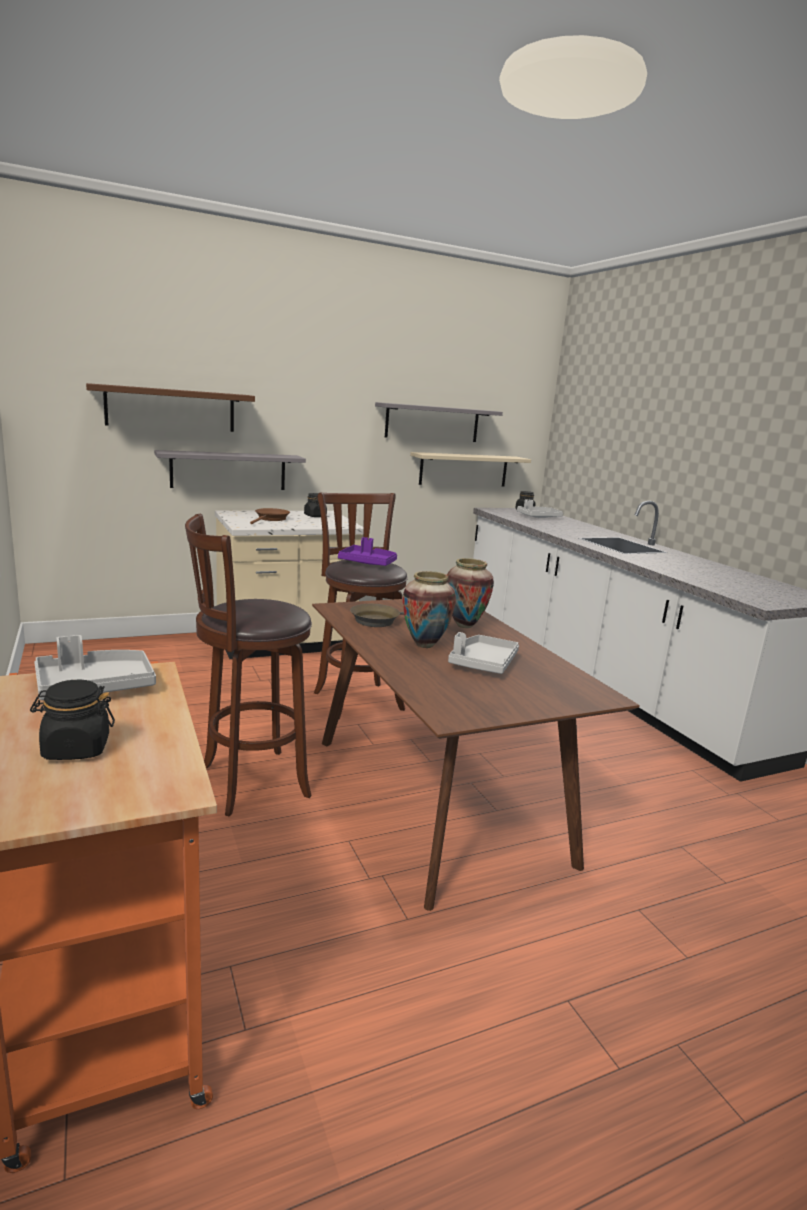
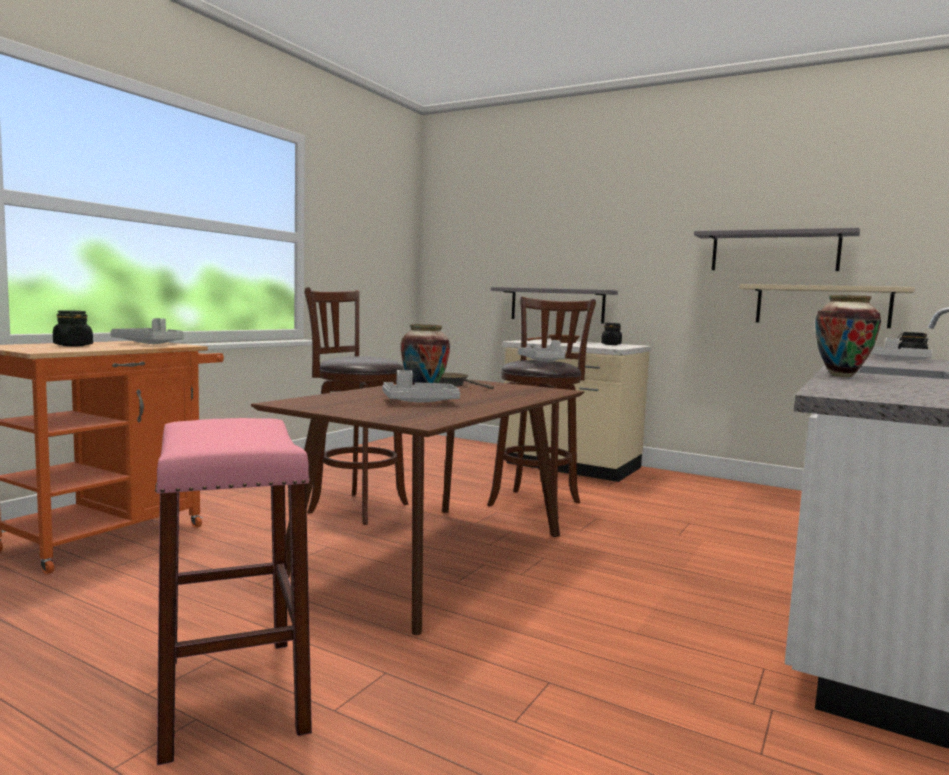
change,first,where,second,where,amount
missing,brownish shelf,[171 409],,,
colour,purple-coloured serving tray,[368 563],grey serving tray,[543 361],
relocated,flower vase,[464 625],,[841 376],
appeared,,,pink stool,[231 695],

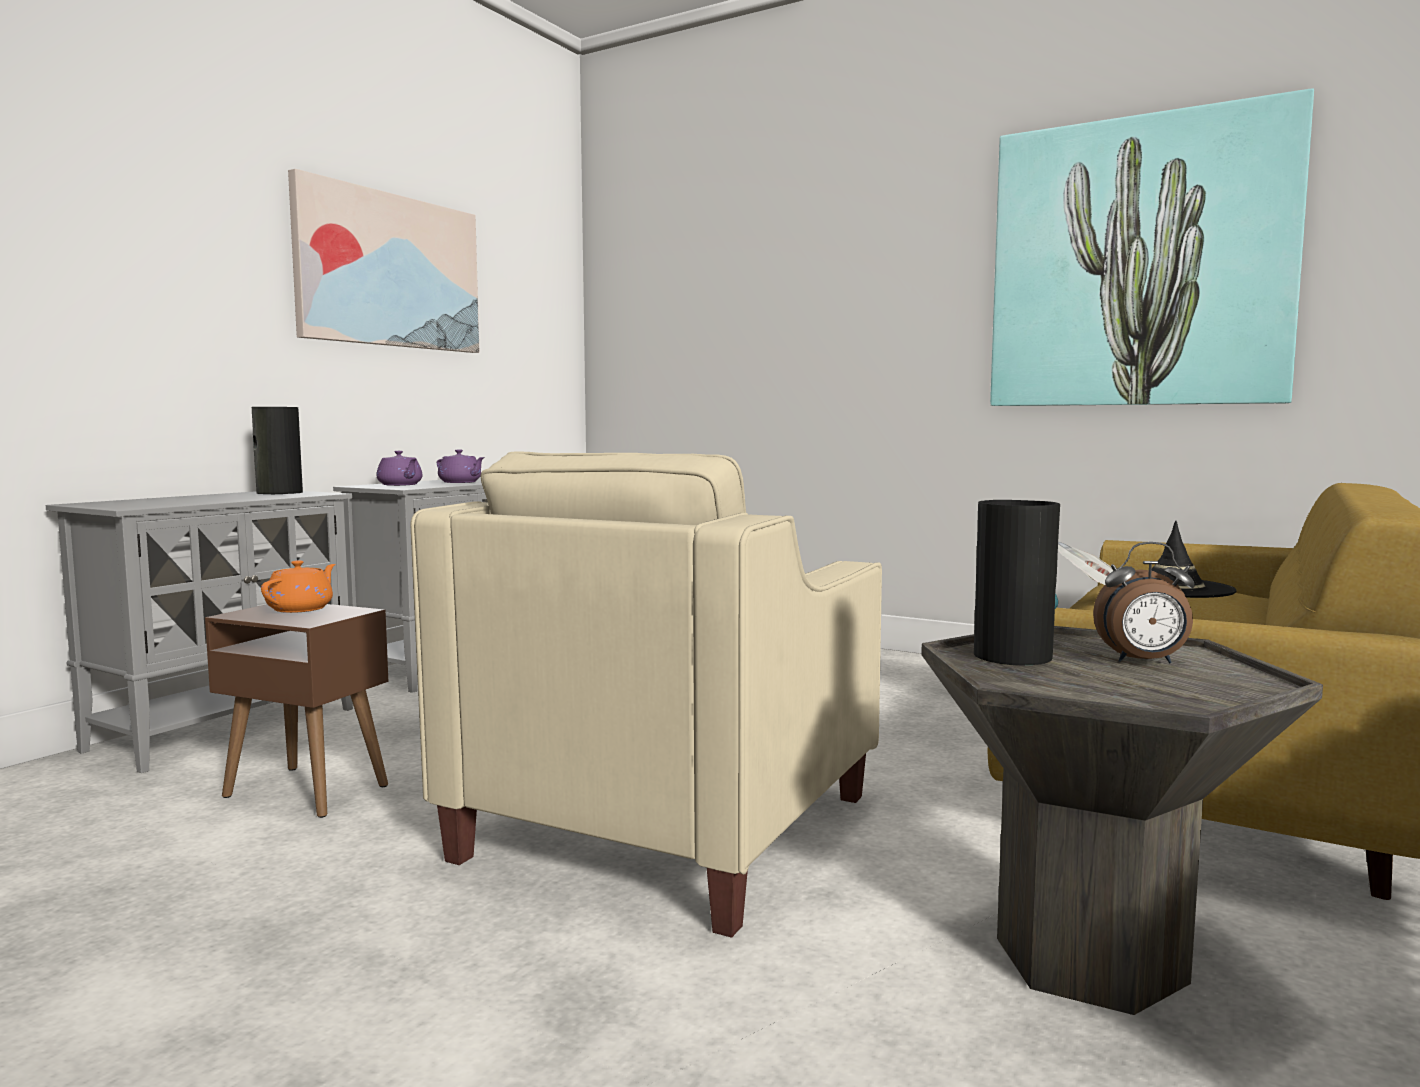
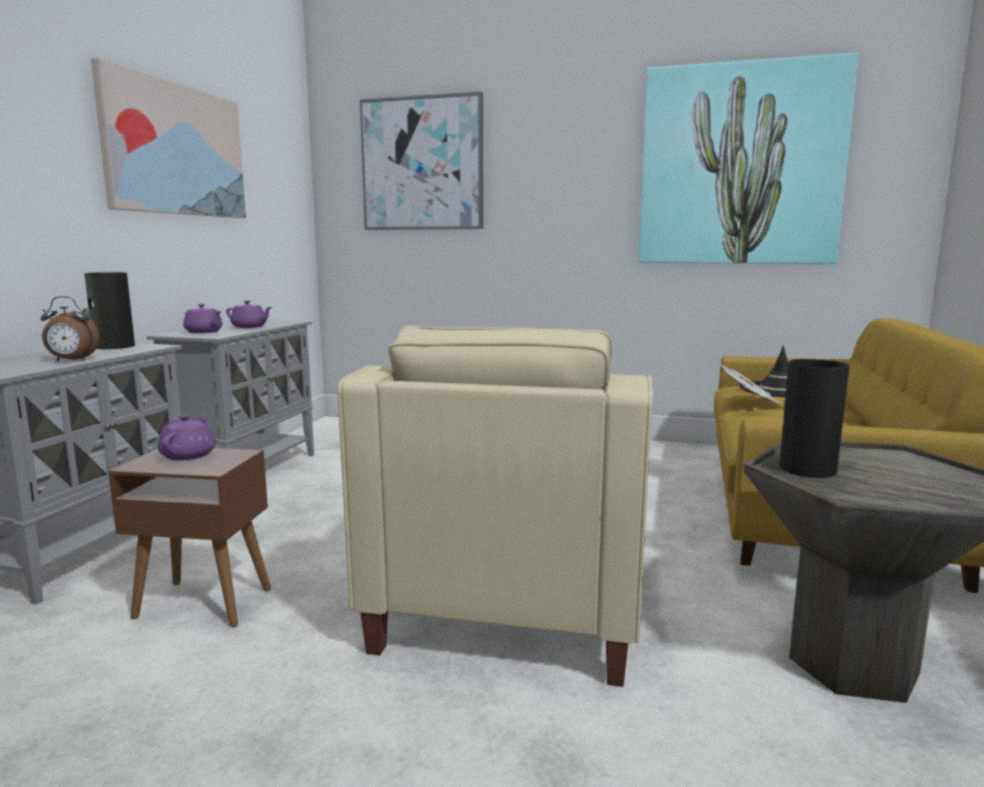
change,first,where,second,where,amount
colour,orange teapot,[301 609],purple-coloured teapot,[189 455],
relocated,bedside clock,[1143 661],,[71 360],
appeared,,,picture,[422 164],

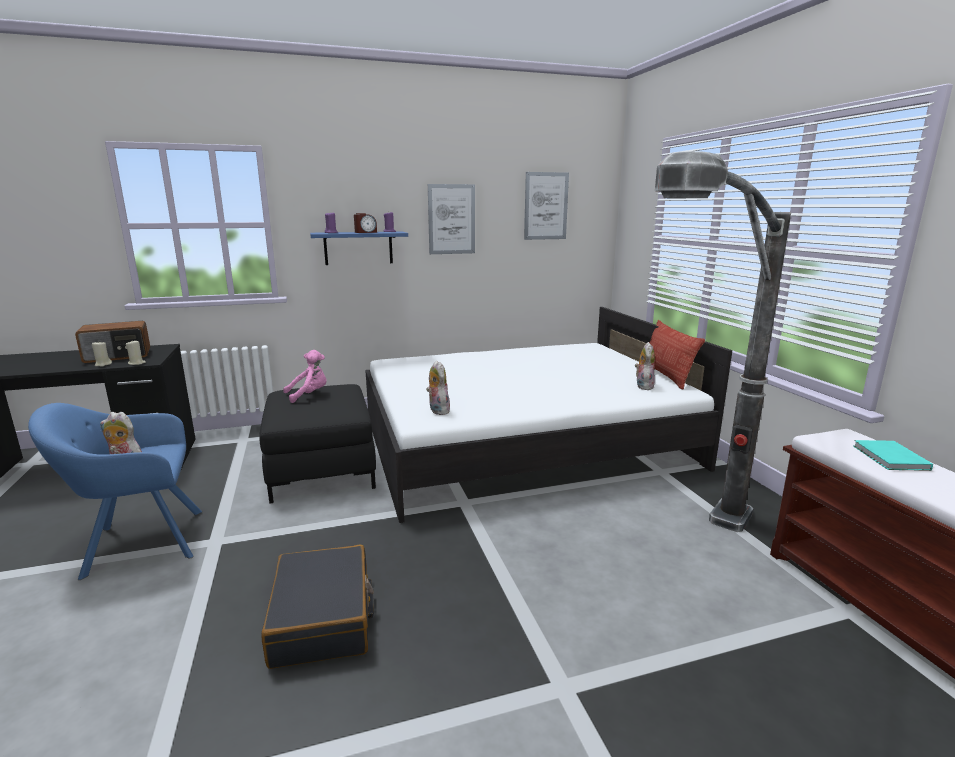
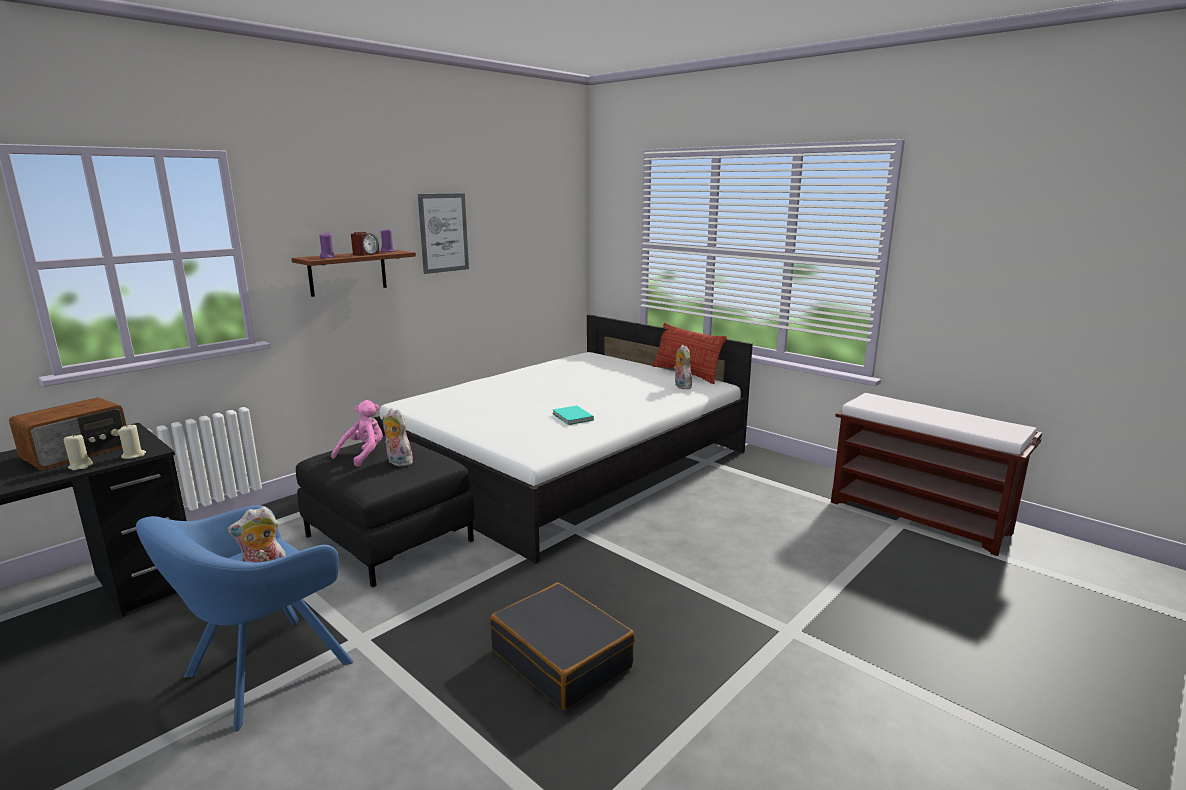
change,first,where,second,where,amount
colour,blue shelf,[358 248],brownish shelf,[348 272],
relocated,cuddly toy,[437 410],,[397 462],
missing,picture,[546 206],,,
missing,standing lamp,[692 575],,,
relocated,turquoise-coloured book,[890 458],,[572 417],

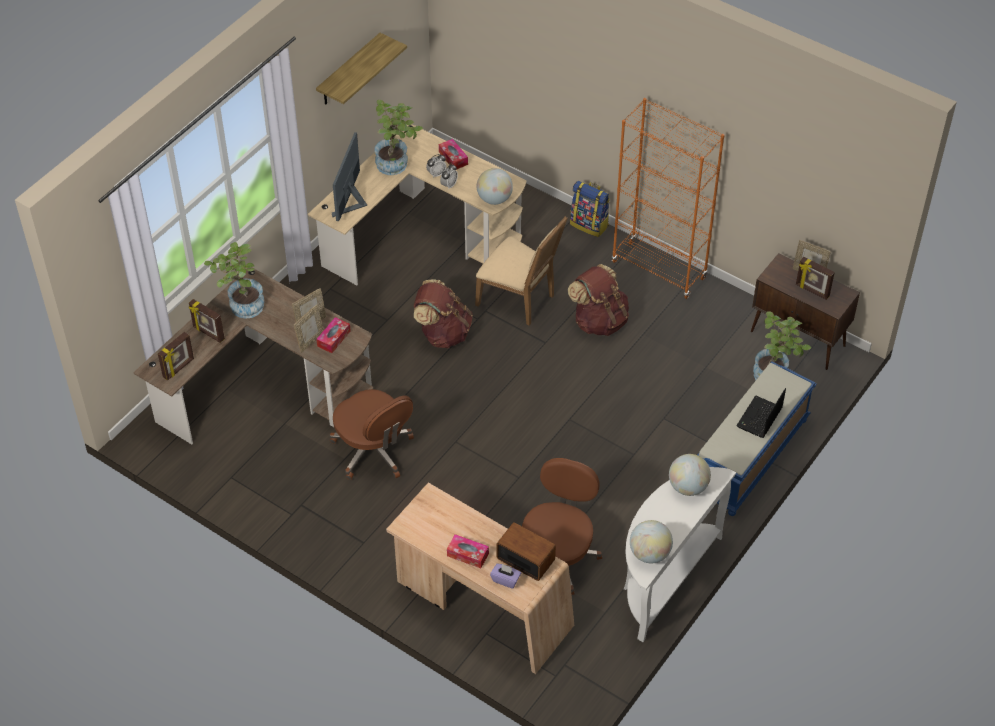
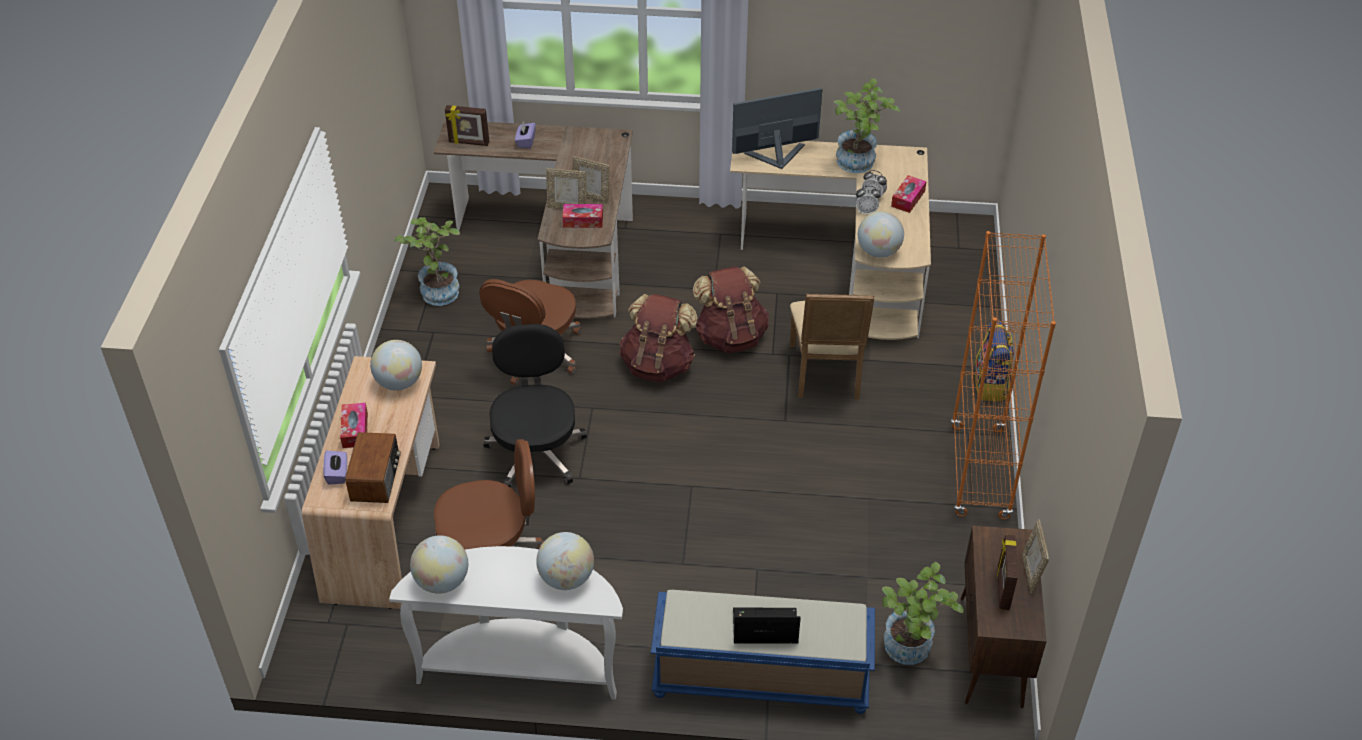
change,first,where,second,where,amount
exchanged,picture frame,[208 333],purple-coloured box of tissues,[526 141],
relocated,plant in a pot,[241 306],,[437 290],
missing,shelf,[349 71],,,
relocated,brownish rucksack,[599 321],,[658 365],
appeared,,,globe,[399 383],
appeared,,,black office chair,[536 451],

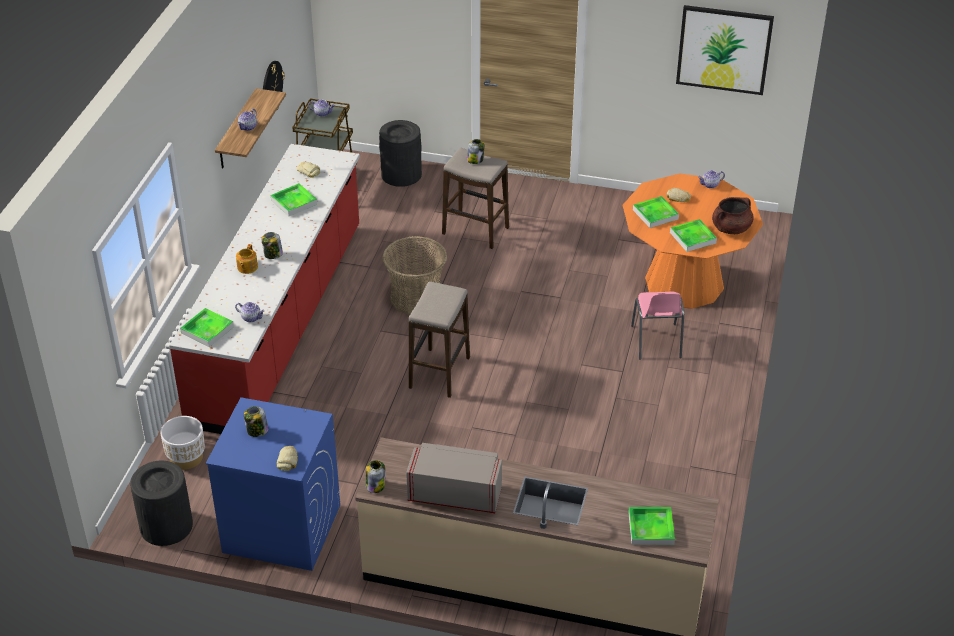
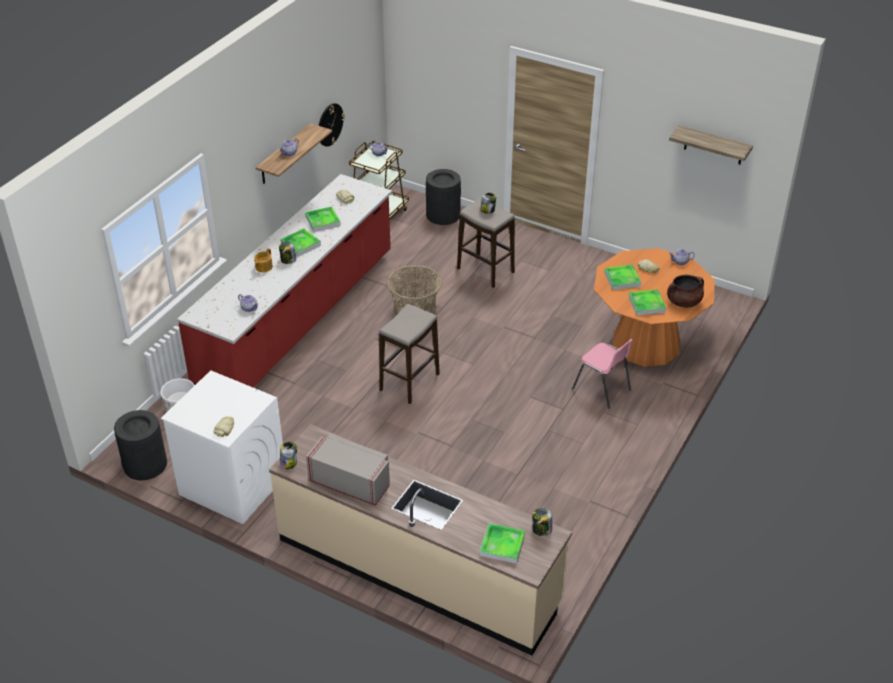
change,first,where,second,where,amount
relocated,serving tray,[207 330],,[300 244],
colour,blue laundry machine,[281 528],whitish laundry machine,[232 484],
relocated,storage jar,[257 431],,[541 530],
spun,pink plain chair,[656 342],,[602 389],60 degrees counterclockwise
exchanged,picture,[724 49],shelf,[713 145],

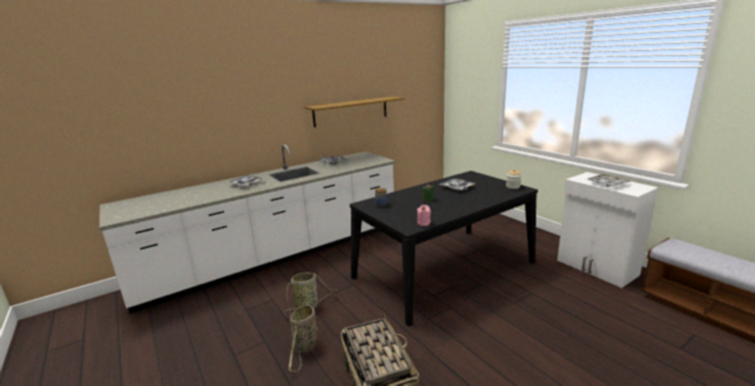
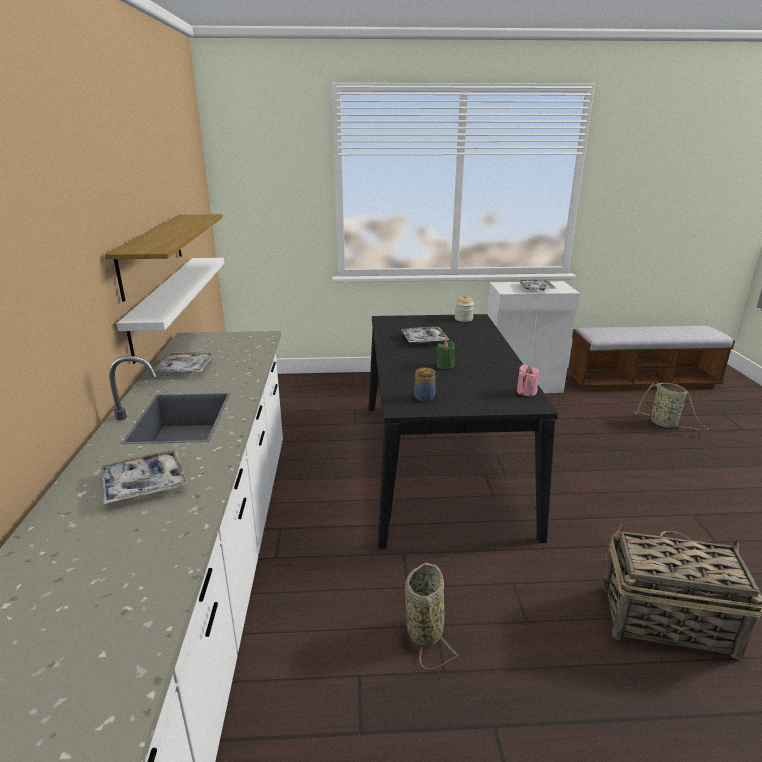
change,first,where,second,where,amount
relocated,basket,[305 347],,[665 424],
appeared,,,whitish shelf,[164 304],

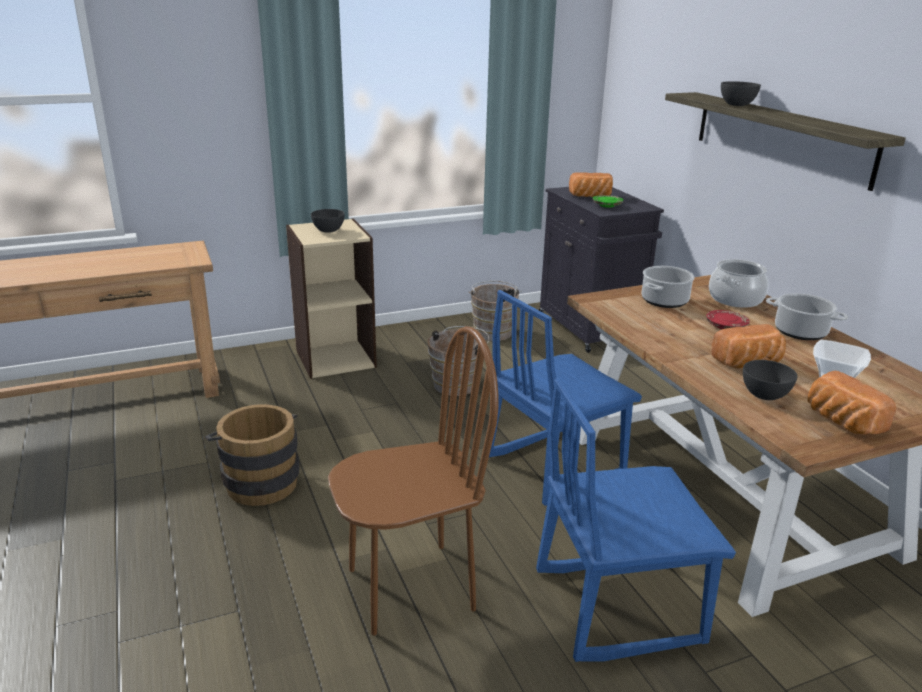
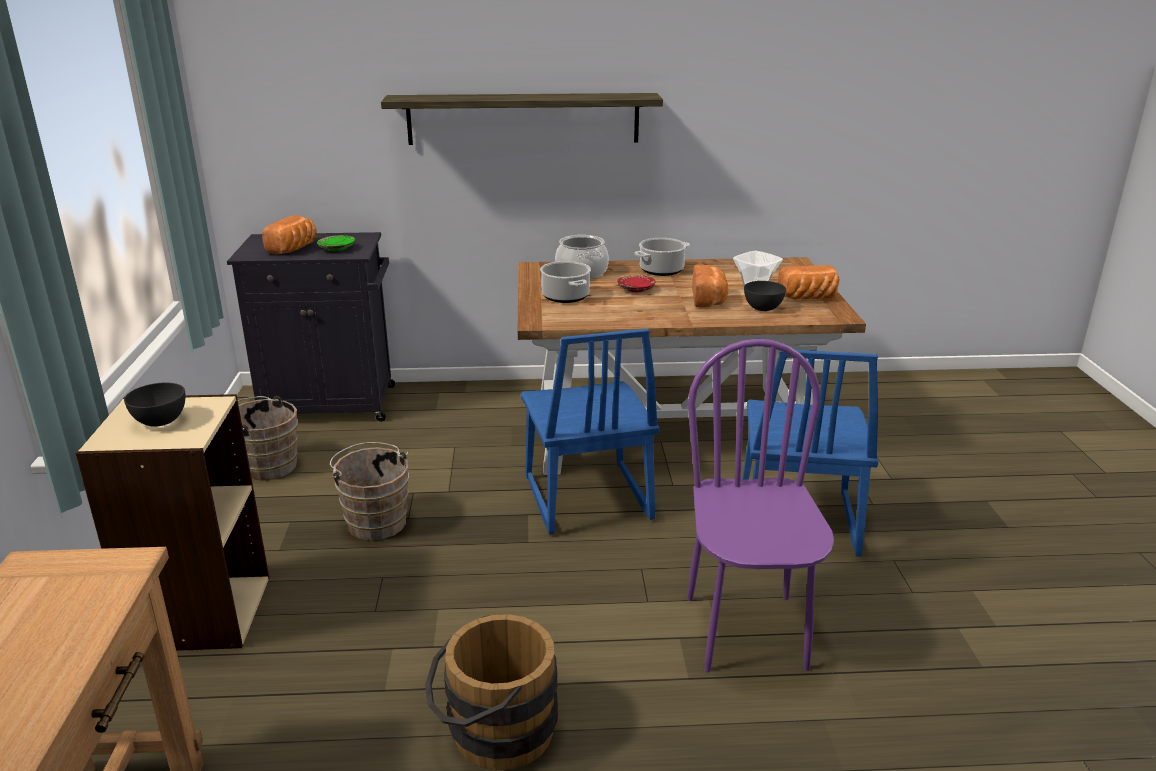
change,first,where,second,where,amount
colour,brownish plain chair,[410 588],purple-coloured plain chair,[747 632],
missing,grey serving bowl,[737 105],,,

